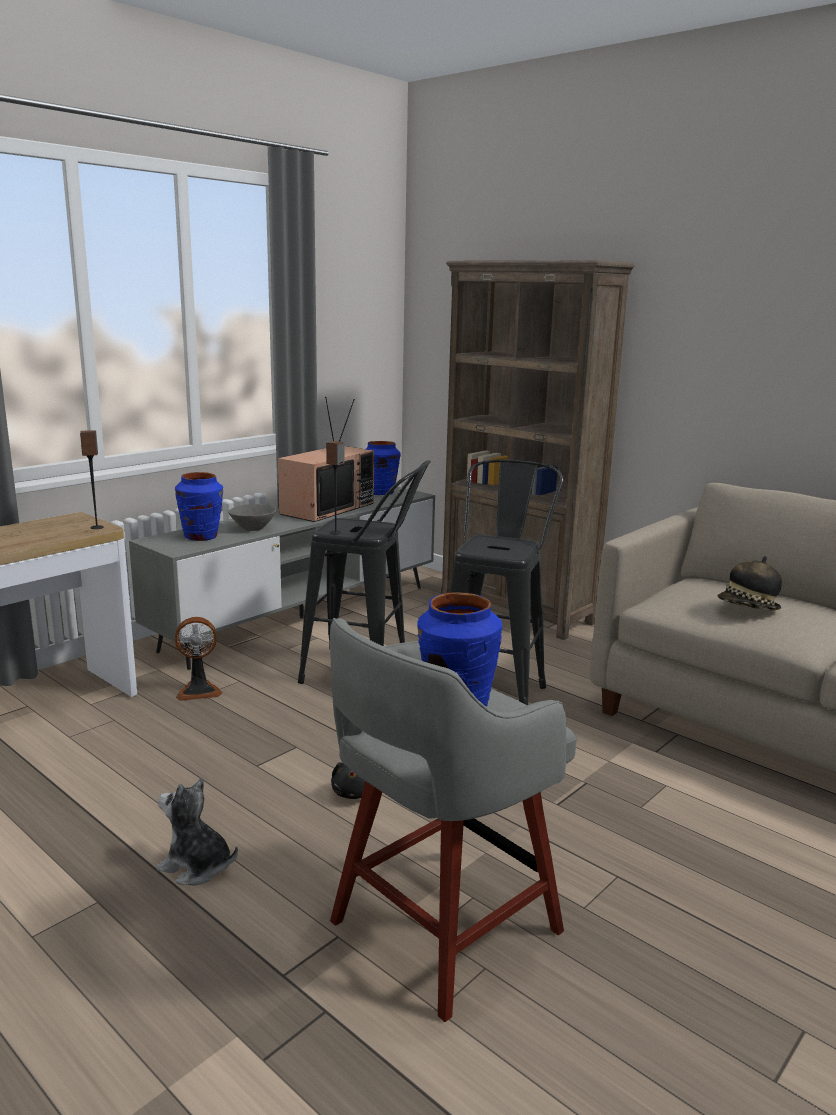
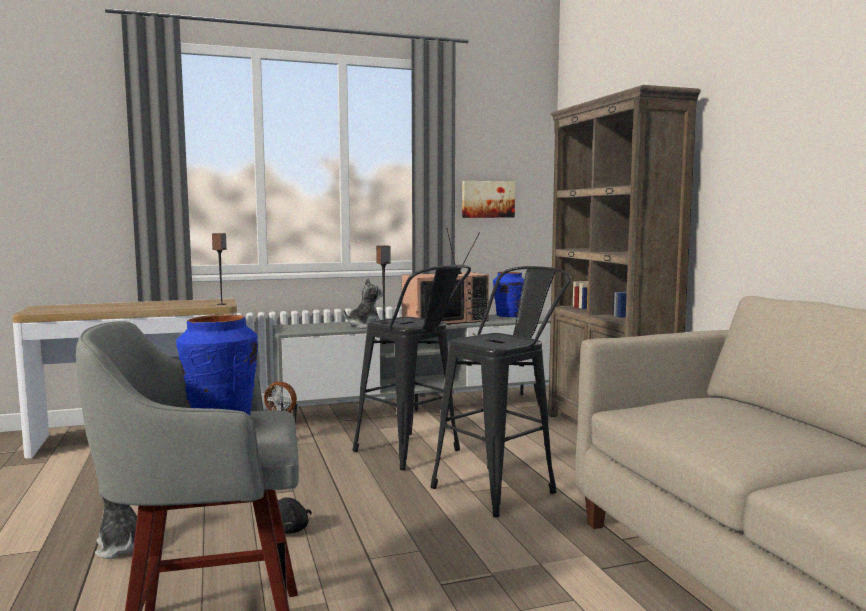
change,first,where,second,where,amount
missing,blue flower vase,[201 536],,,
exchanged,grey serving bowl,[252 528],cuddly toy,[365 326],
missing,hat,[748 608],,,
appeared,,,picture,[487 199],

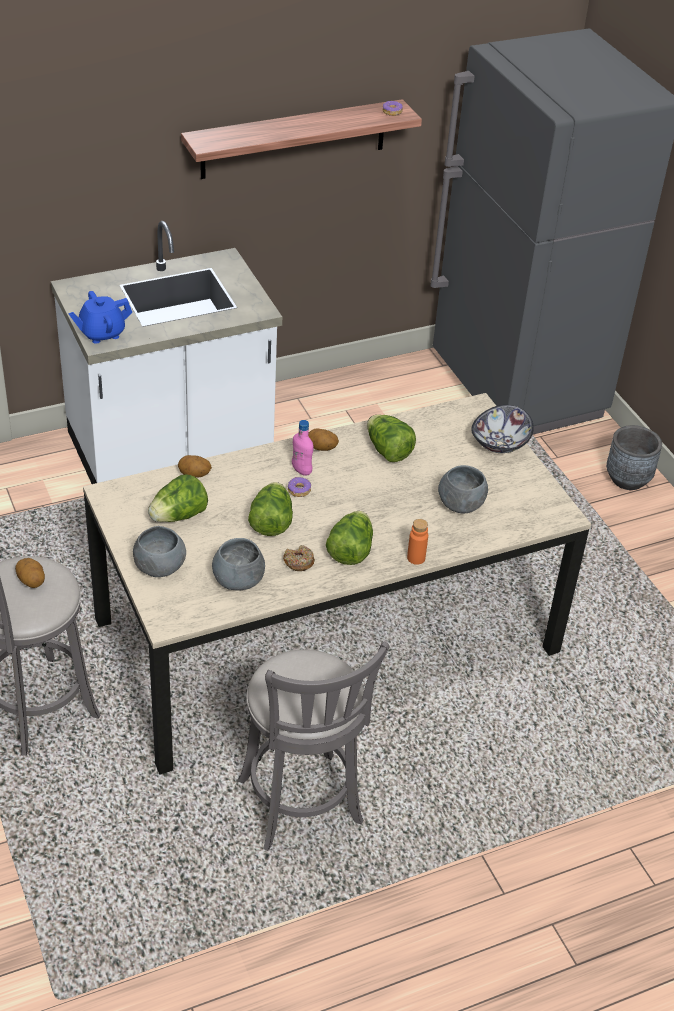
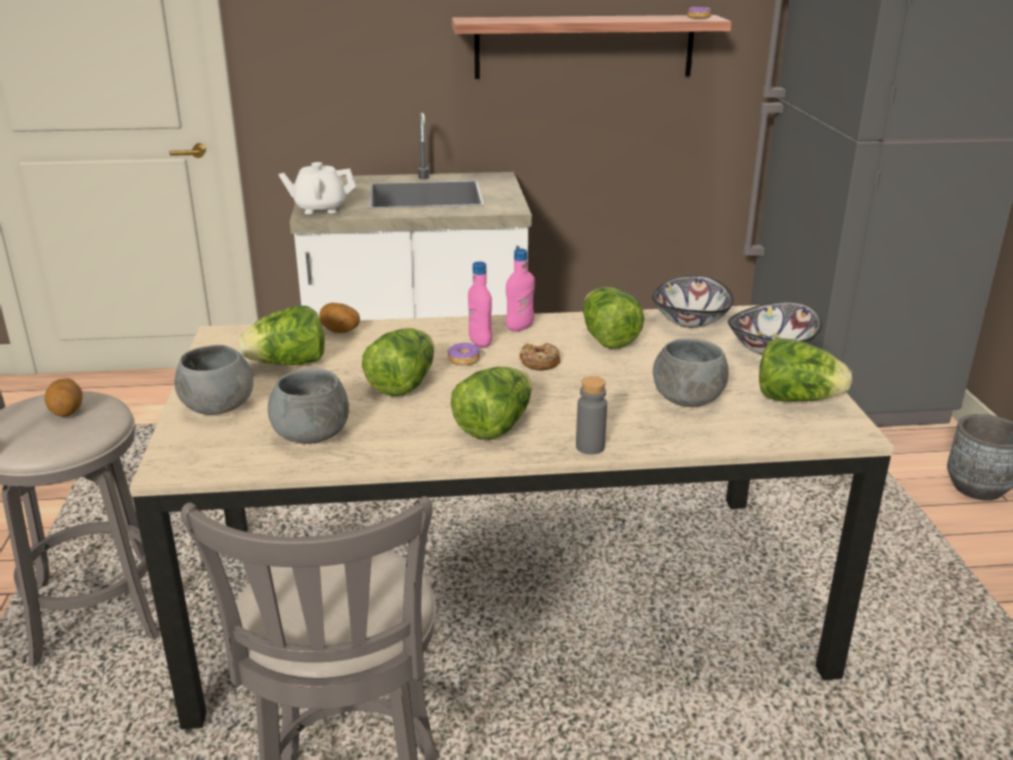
change,first,where,second,where,amount
colour,blue teapot,[101 333],whitish teapot,[320 208],
relocated,ring doughnut,[298 562],,[539 363],
exchanged,whole potato,[321 448],pink beverage bottle,[519 327],
colour,orange beverage bottle,[416 558],grey beverage bottle,[590 447],
appeared,,,serving bowl,[689 321],
appeared,,,head of lettuce,[796 399],

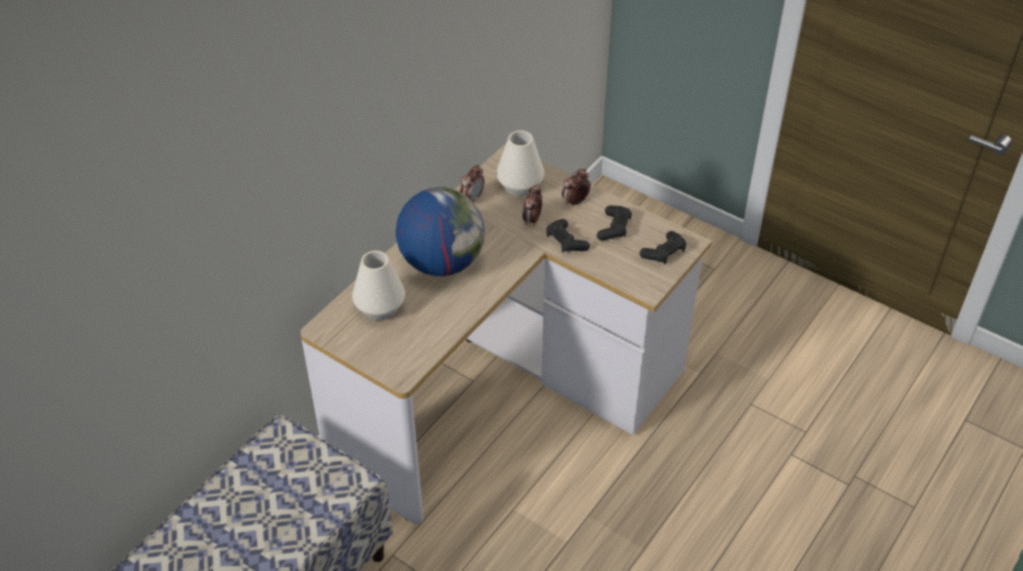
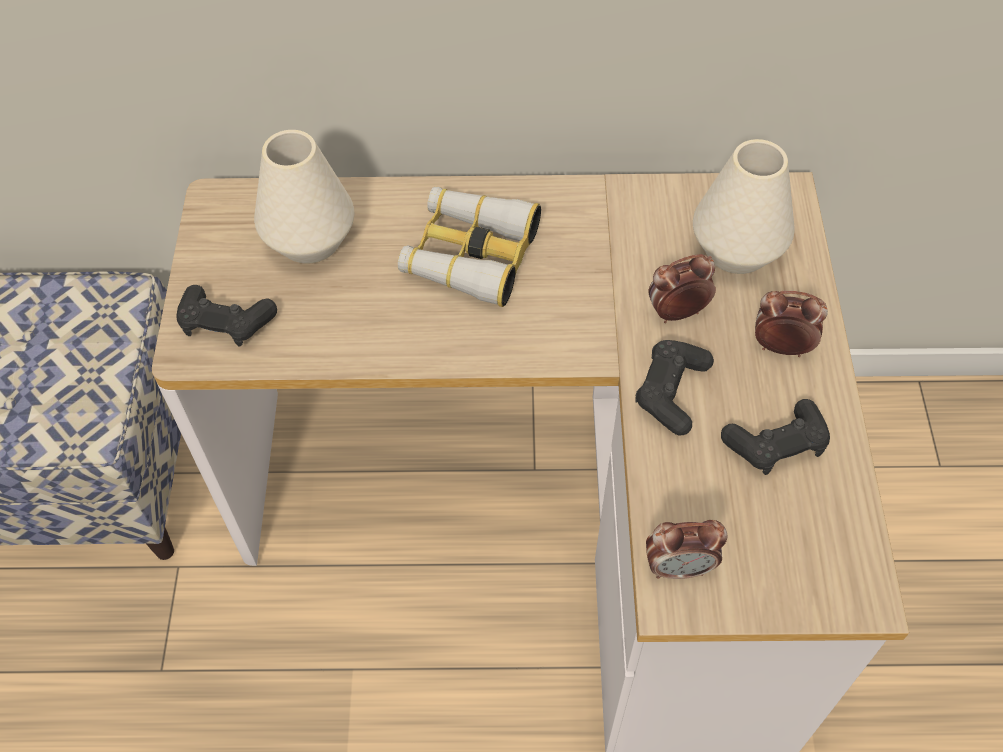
change,first,where,second,where,amount
exchanged,globe,[442 262],pair of binoculars,[470 254],
relocated,bedside clock,[472 199],,[679 567],
relocated,black joypad,[664 253],,[226 323],

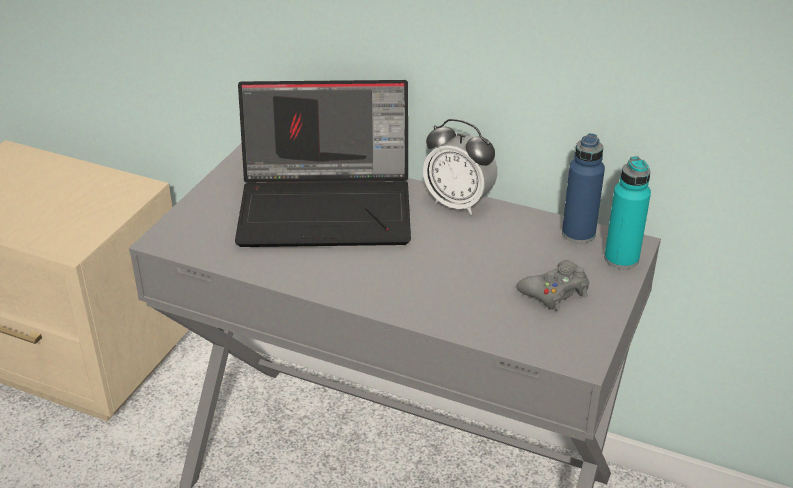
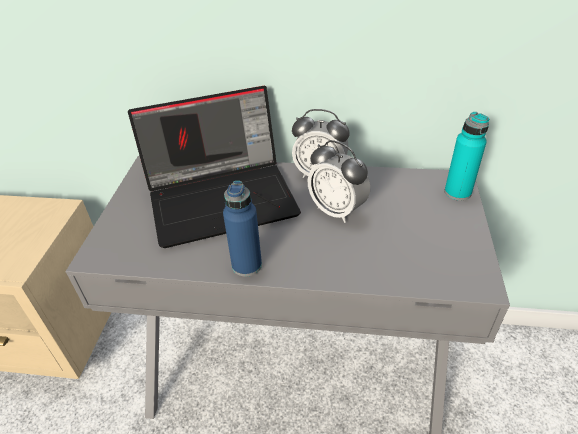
change,first,where,second,where,amount
missing,grey joypad,[555 292],,,
relocated,blue beverage bottle,[578 234],,[246 265],
appeared,,,bedside clock,[337 210],

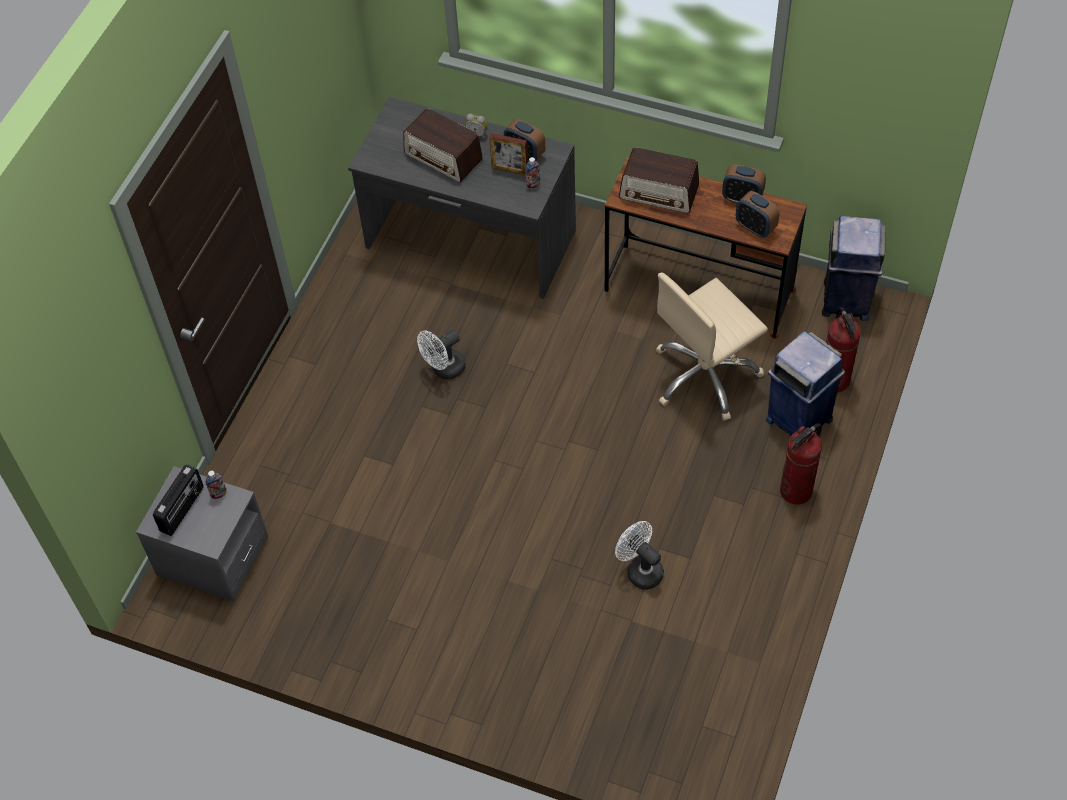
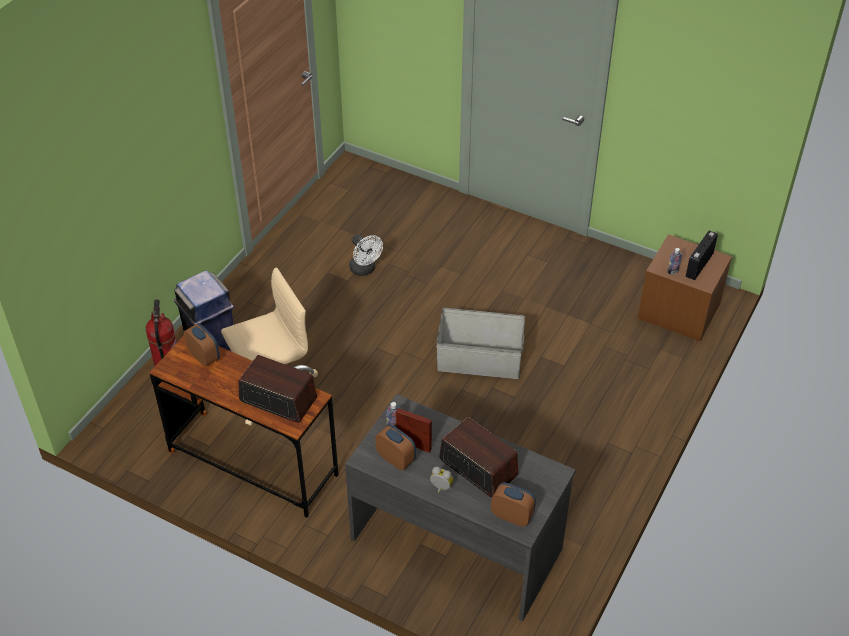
change,first,where,second,where,amount
colour,grey night table,[212 556],brownish night table,[679 312],
missing,whitish fan,[444 369],,,
relocated,bedside clock,[742 198],,[512 516],
missing,extinguisher,[796 491],,,
missing,blue rubbish bin,[845 301],,,
appeared,,,grey storage container,[480 361],

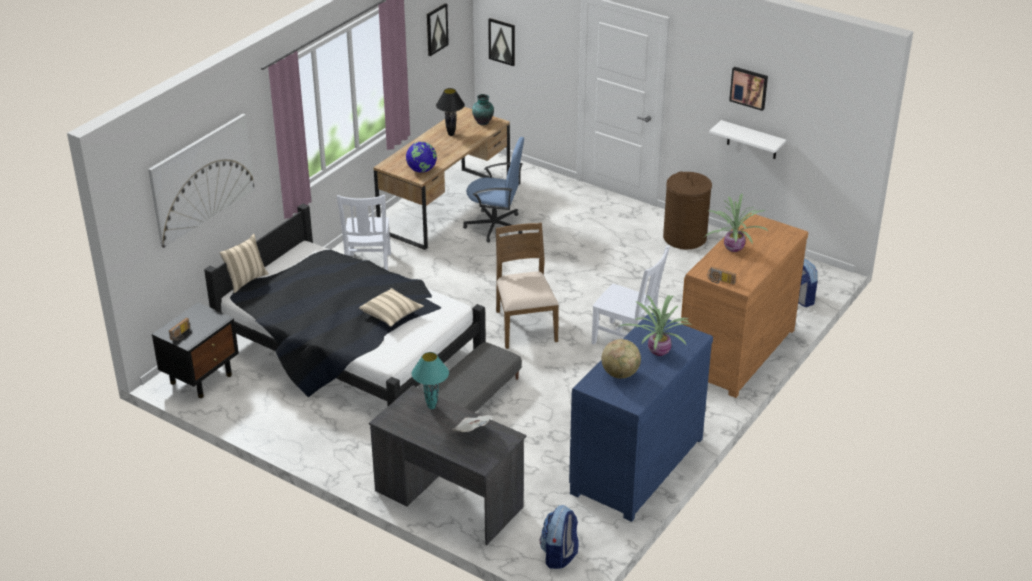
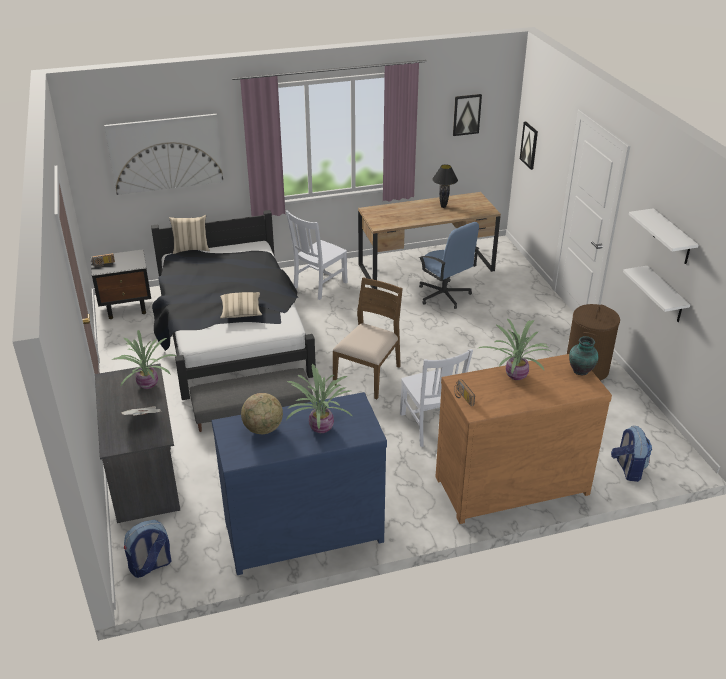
change,first,where,second,where,amount
missing,globe,[422 170],,,
exchanged,turquoise-coloured lamp for a table,[431 407],plant in a pot,[147 385],
relocated,flower vase,[483 122],,[581 370],
exchanged,picture,[749 87],whitish shelf,[672 237],

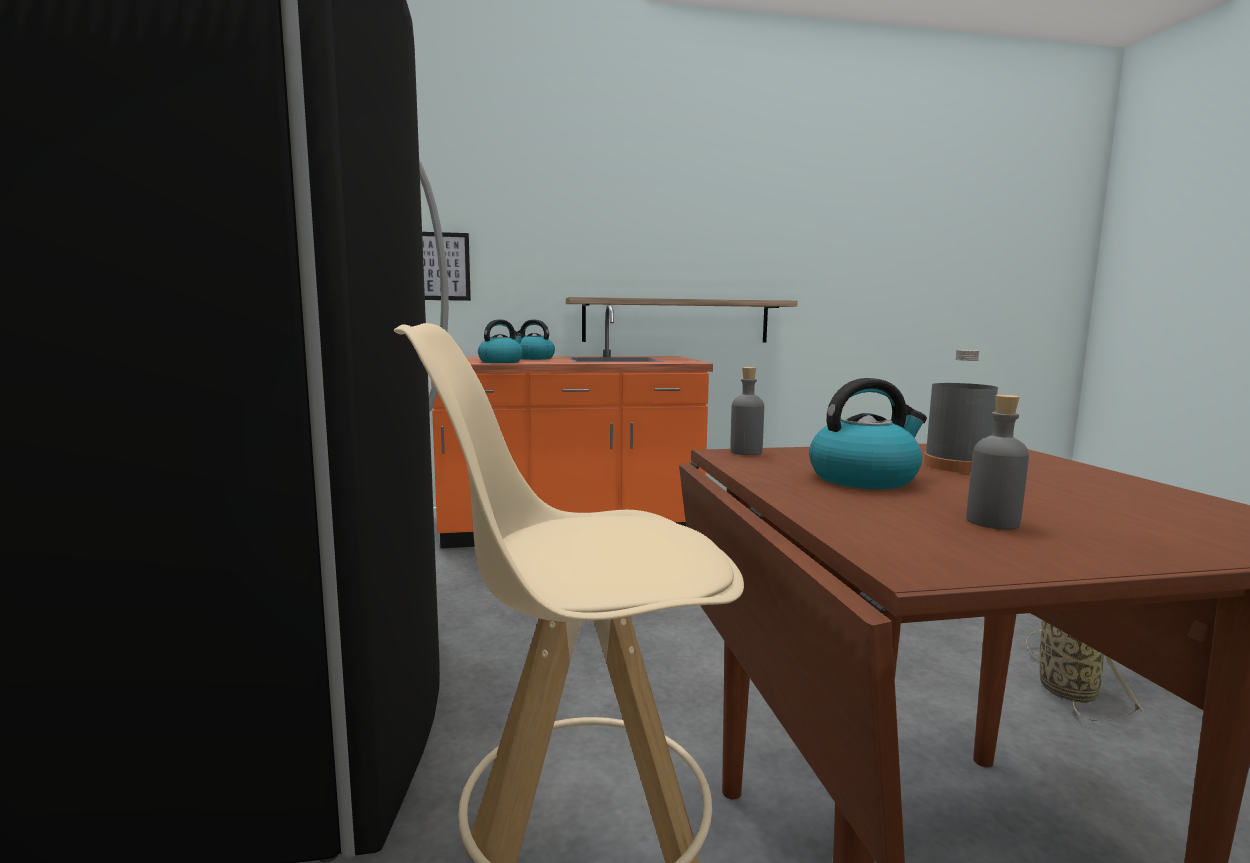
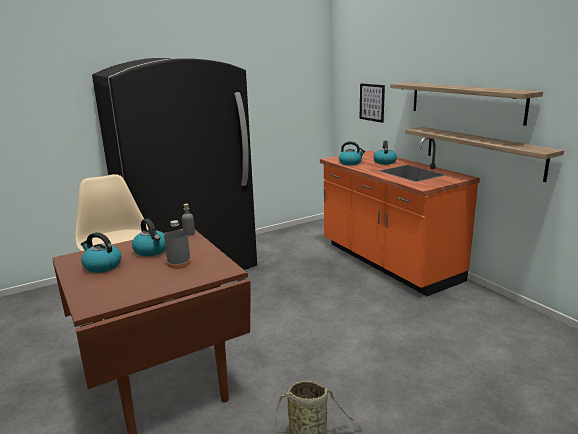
change,first,where,second,where,amount
exchanged,grey beverage bottle,[992 522],water kettle,[102 266],
appeared,,,shelf,[465 102],

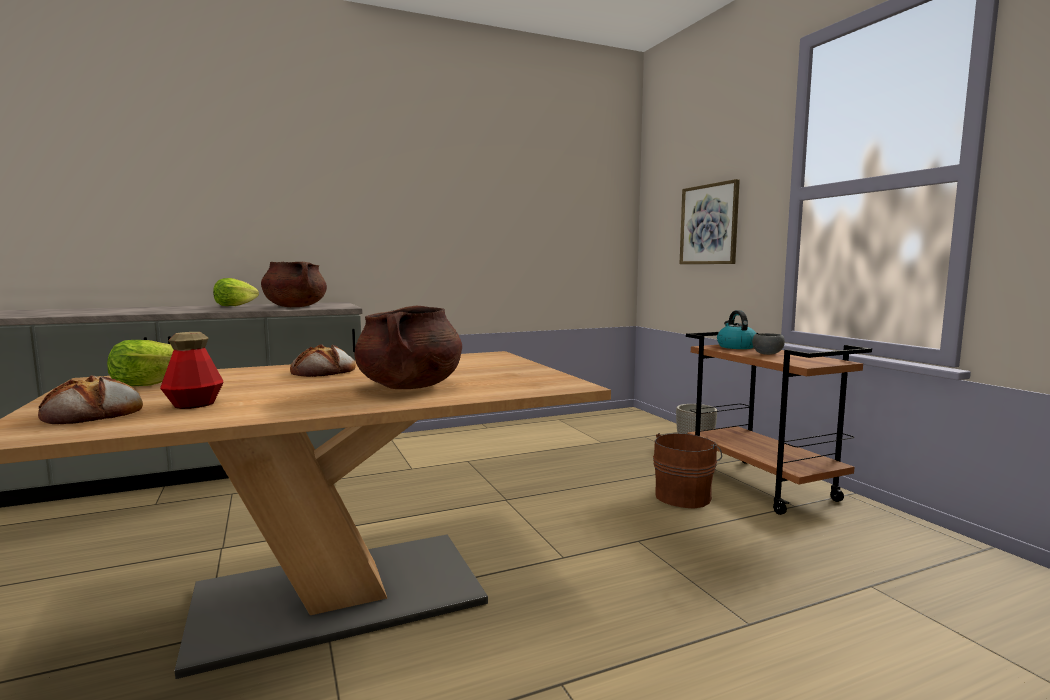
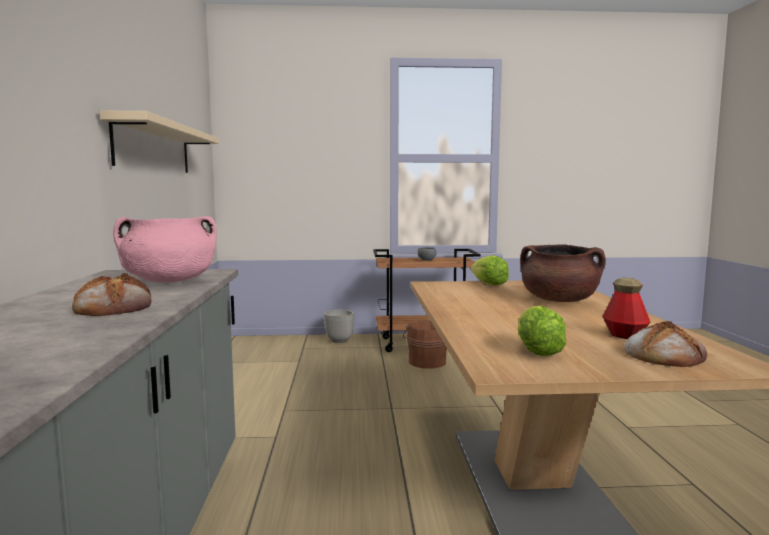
change,first,where,second,where,amount
relocated,head of lettuce,[234 305],,[488 284],
colour,brownish cooking pot,[295 307],pink cooking pot,[169 281],
relocated,bread,[324 371],,[114 307],
missing,picture,[709 224],,,
missing,water kettle,[735 347],,,
appeared,,,beige shelf,[154 148],

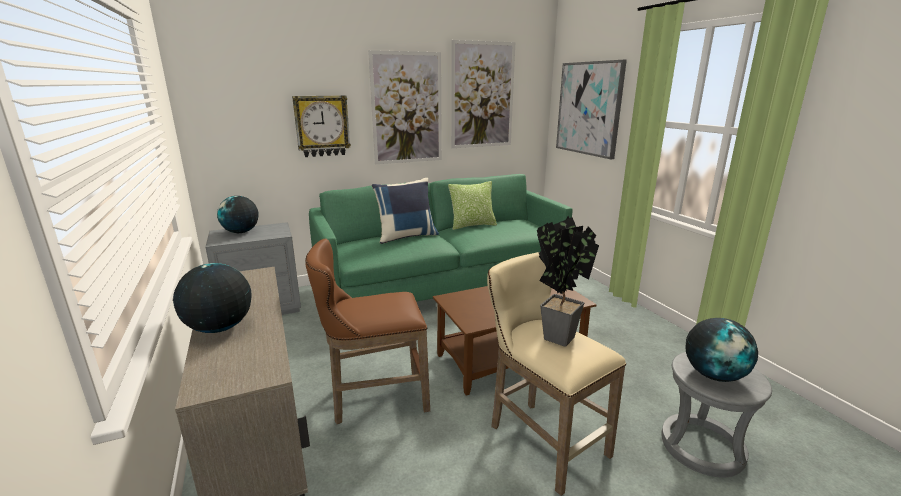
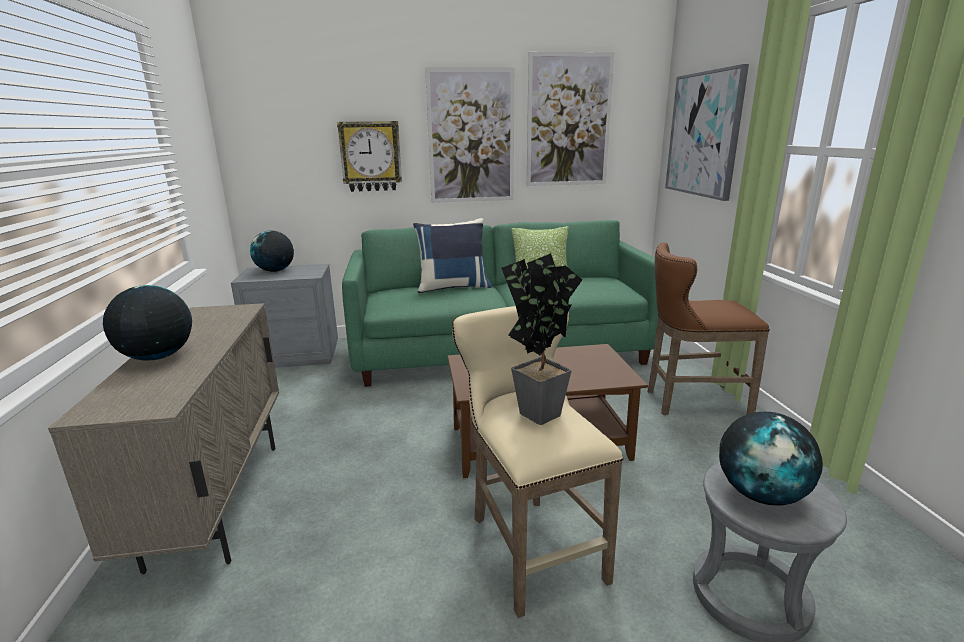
change,first,where,second,where,amount
relocated,brownish stool,[374 399],,[690 401],

